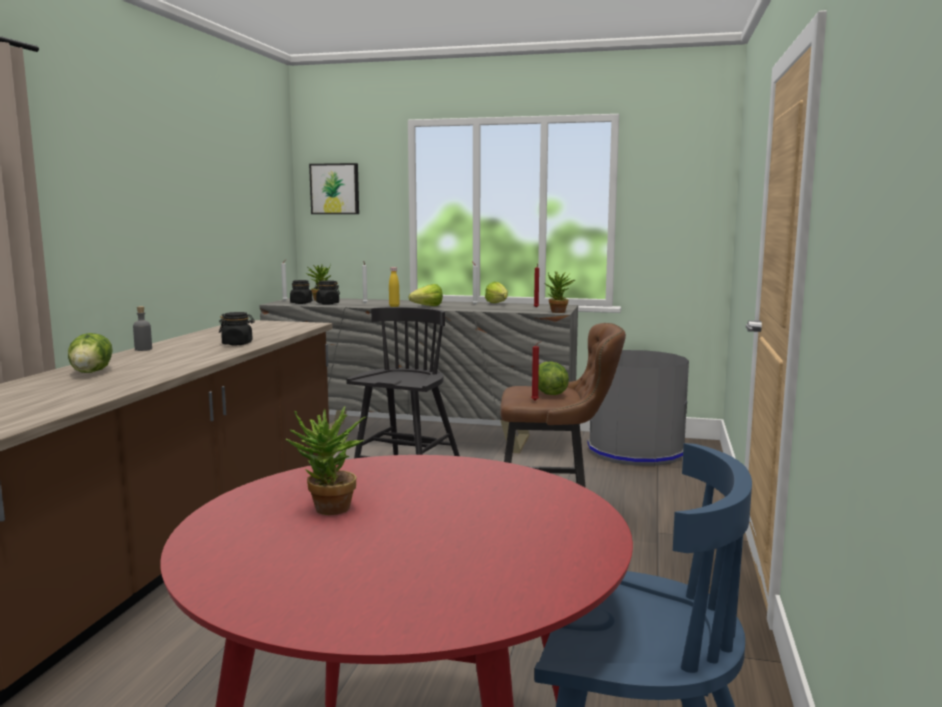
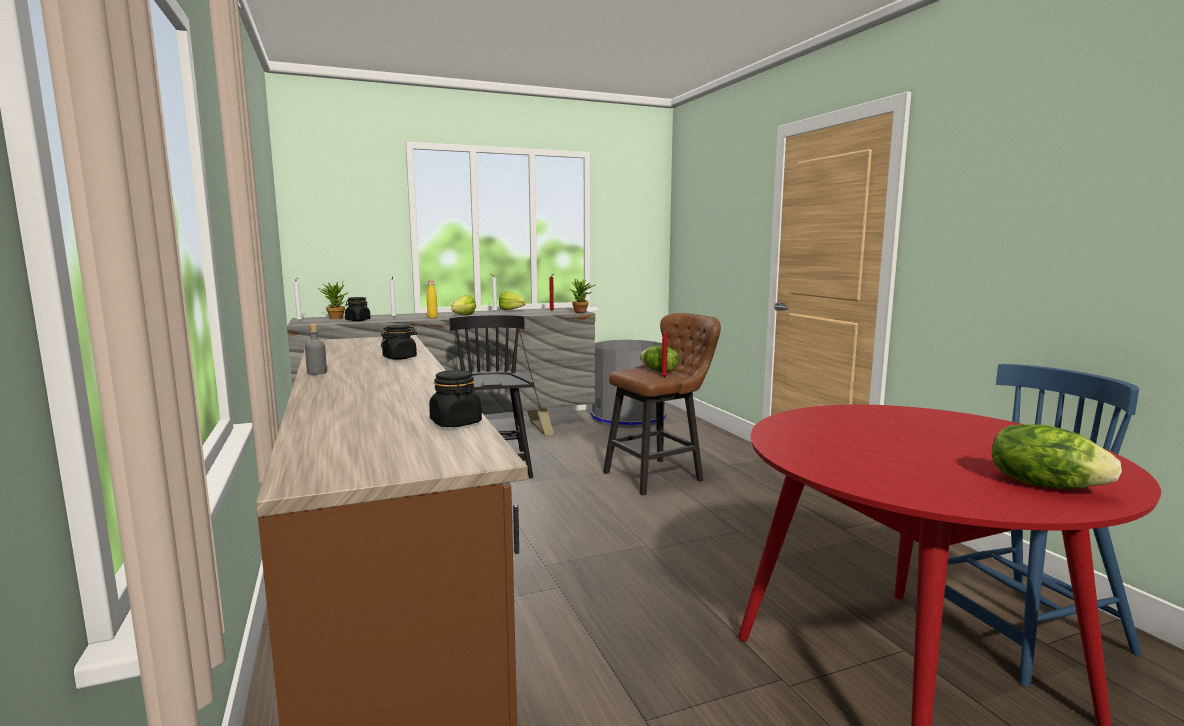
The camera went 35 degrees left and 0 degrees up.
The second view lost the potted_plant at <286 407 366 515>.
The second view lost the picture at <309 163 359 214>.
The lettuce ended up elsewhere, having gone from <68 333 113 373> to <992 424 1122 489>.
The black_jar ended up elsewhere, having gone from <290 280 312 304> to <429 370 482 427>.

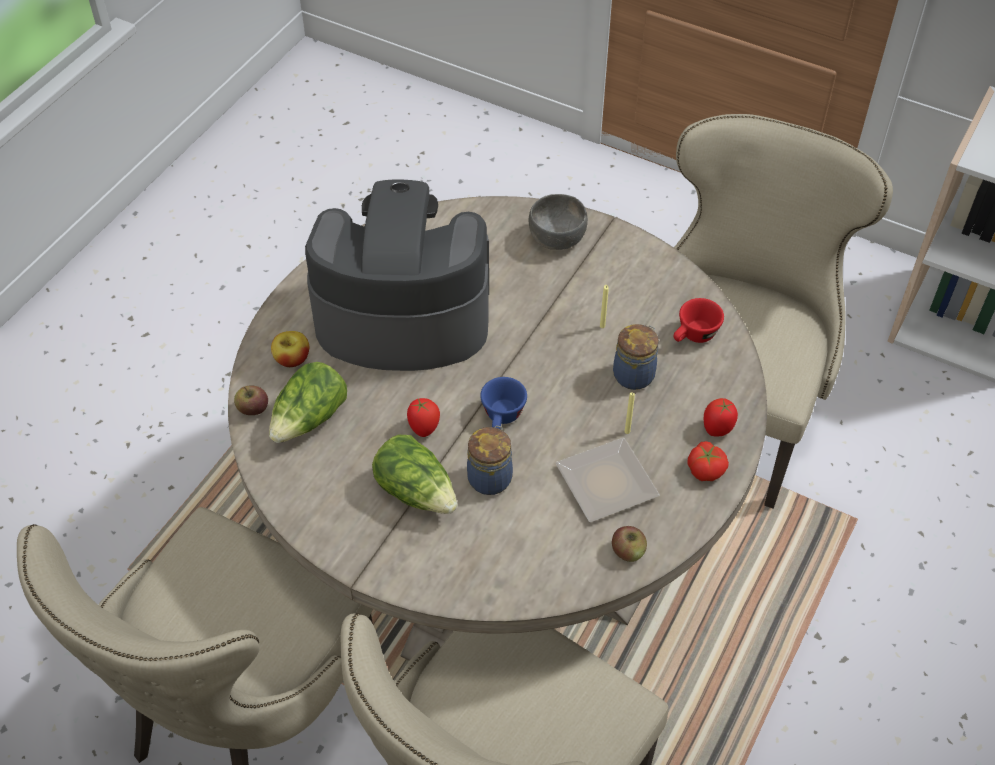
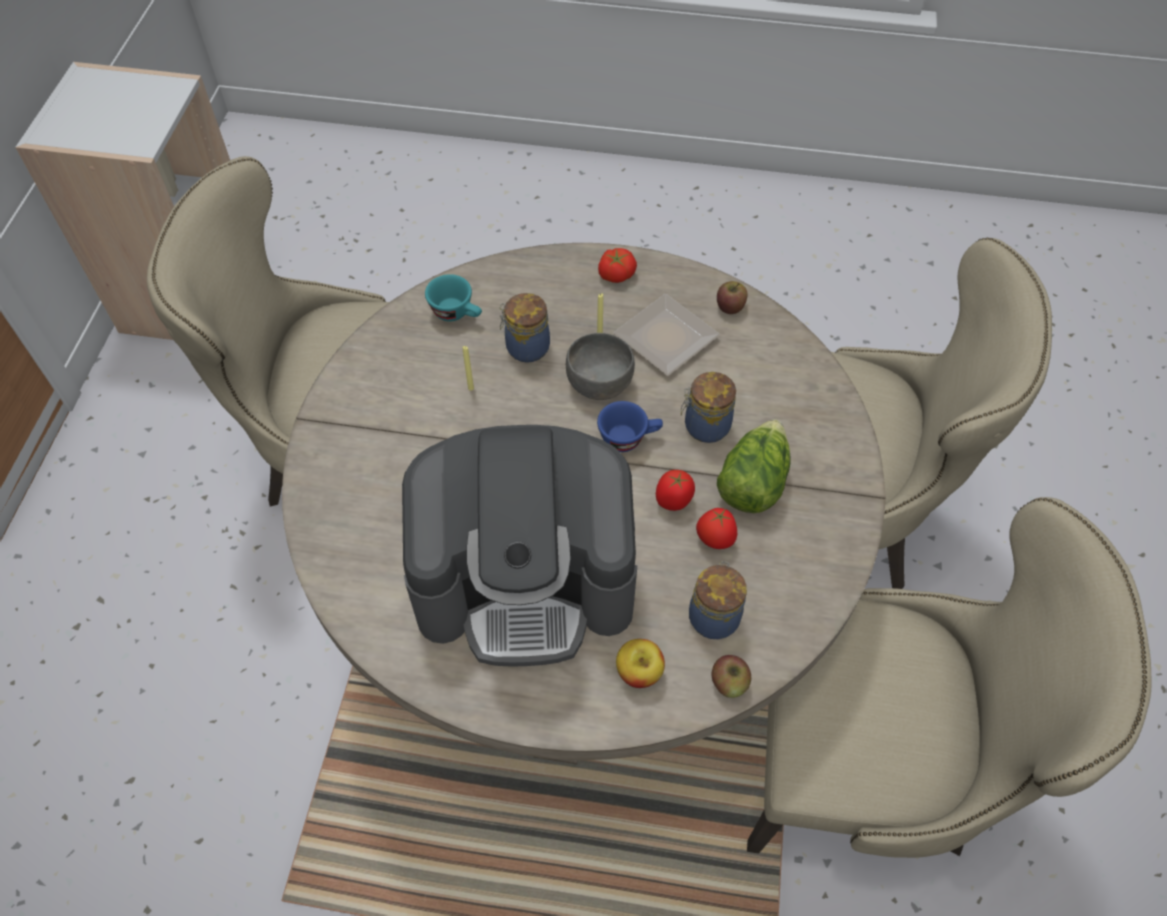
The camera went 110 degrees left and 5 degrees up.
The grey_bowl ended up elsewhere, having gone from <529 194 588 250> to <566 333 635 400>.
The tomato ended up elsewhere, having gone from <704 398 738 437> to <696 508 737 549>.
Where the lettuce stood at <269 362 347 443>, the jar came to stand at <689 561 747 639>.
What was the red_cup at <673 298 724 343> turned into the turquoise_cup at <425 274 482 321>.
The coffee_machine at <305 180 489 371> ended up facing another way, 75 degrees counterclockwise from before.

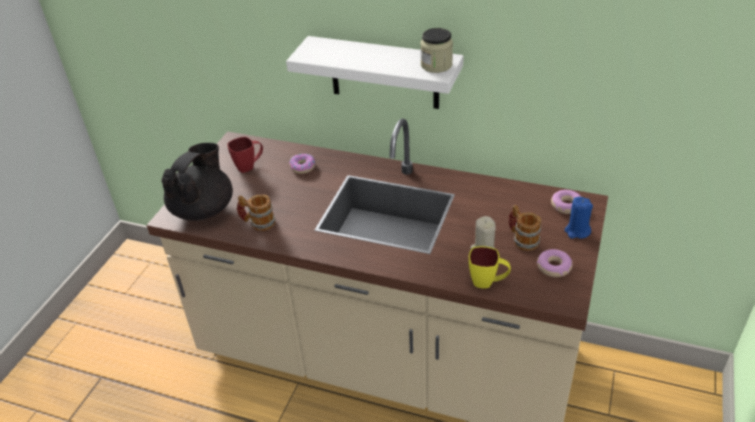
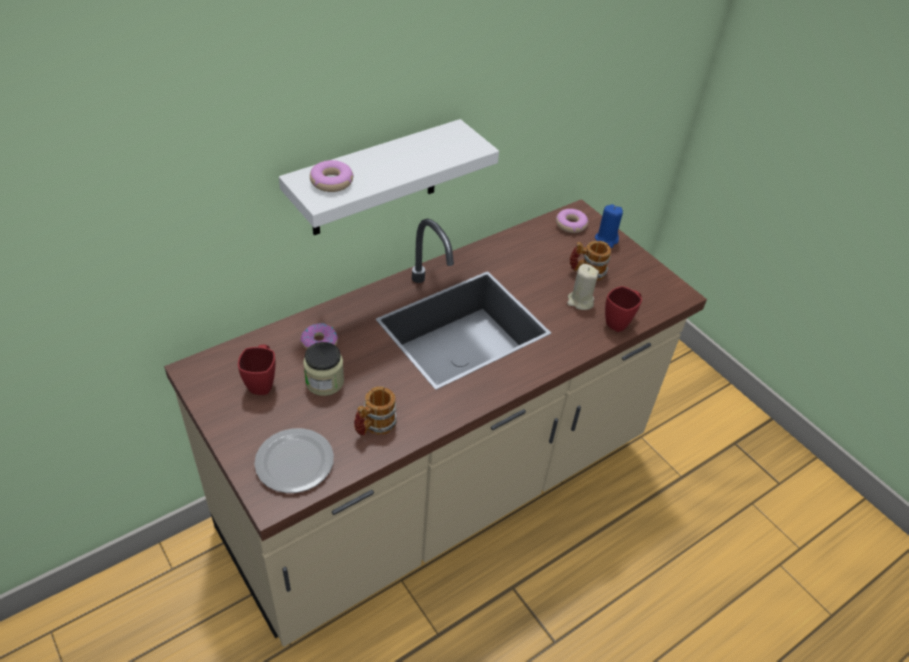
The camera went 60 degrees left and 5 degrees up.
The jar ended up elsewhere, having gone from <420 28 453 73> to <303 342 344 396>.
The donut ended up elsewhere, having gone from <537 249 573 277> to <310 160 353 192>.
Where the black_teapot stood at <161 143 233 221>, the plate came to stand at <254 428 334 493>.
What was the yellow_mug at <469 246 511 288> turned into the red_mug at <605 286 642 332>.

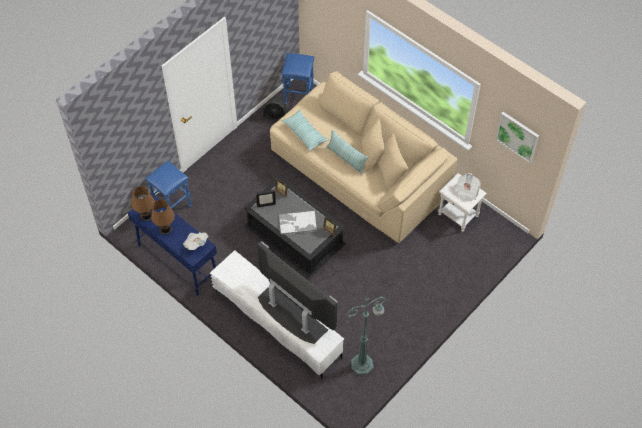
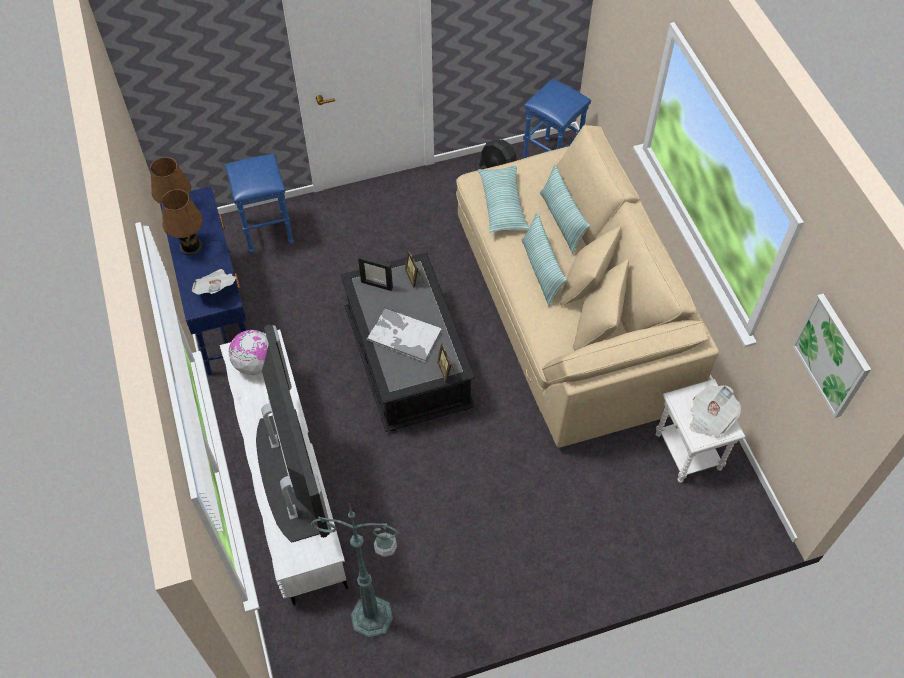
The camera went 30 degrees right and 0 degrees up.
The second view gained the globe at <228 330 269 375>.
The second view gained the pillow at <540 164 590 254>.

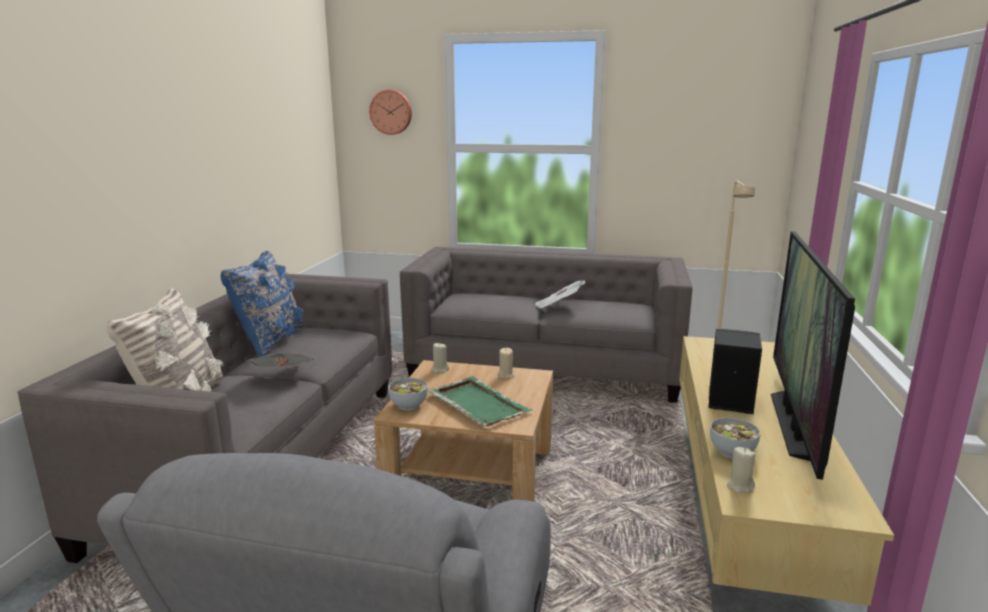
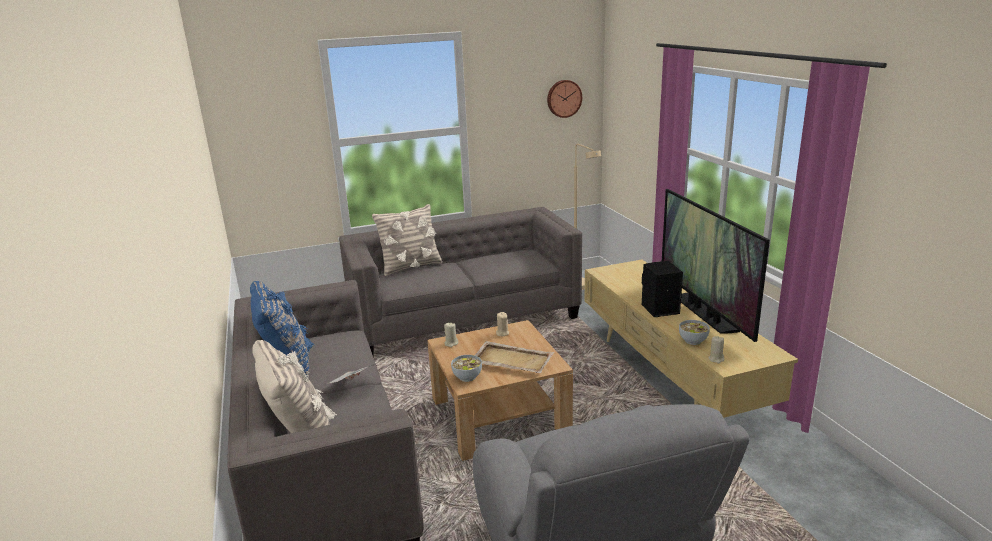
The camera went 30 degrees left and 5 degrees up.
The second view lost the newspaper at <535 280 585 309>.
The second view gained the beige_pillow at <372 204 442 276>.
The wall_clock ended up elsewhere, having gone from <369 90 412 135> to <547 80 582 118>.
What was the green_tray at <428 376 533 426> turned into the beige_tray at <475 341 554 373>.

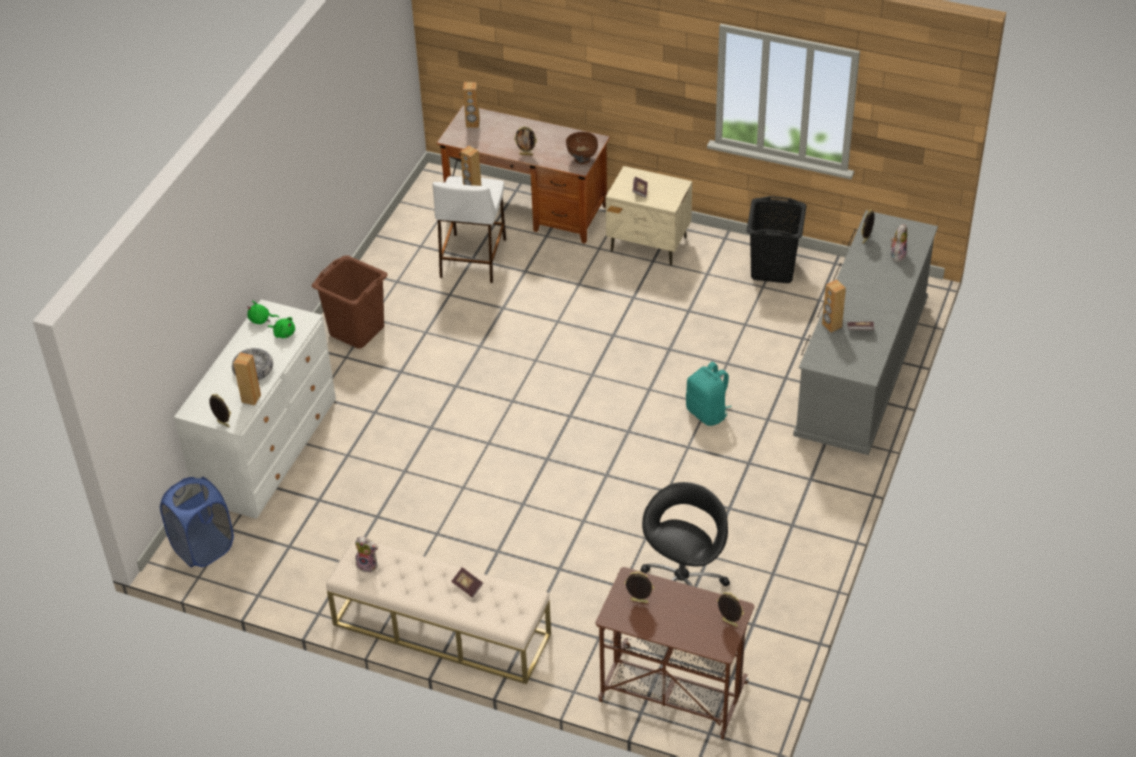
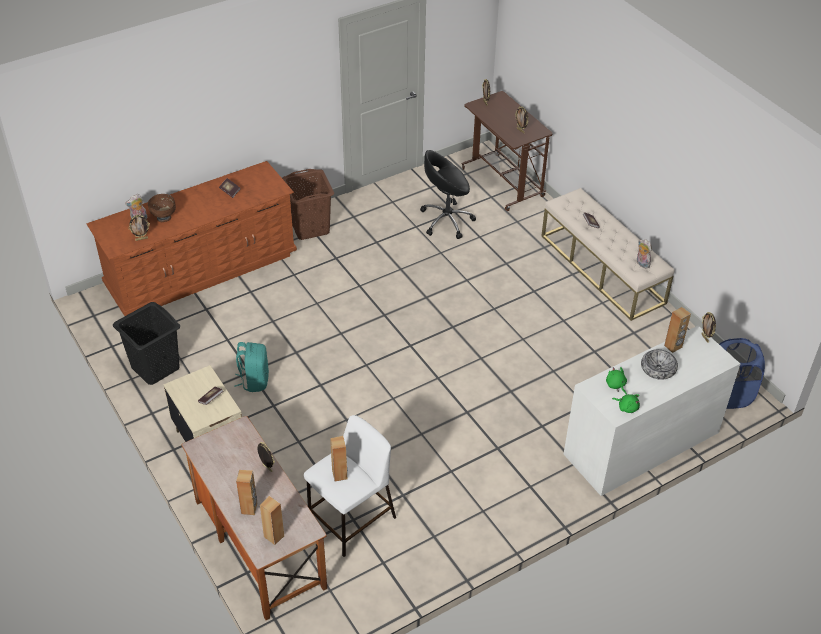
The camera went 145 degrees left and 0 degrees up.
The brown_laundry_basket ended up elsewhere, having gone from <312 255 388 349> to <282 169 334 240>.
The brown_bowl ended up elsewhere, having gone from <566 132 598 164> to <148 194 176 222>.
The turquoise_backpack ended up elsewhere, having gone from <686 361 732 426> to <234 342 269 392>.
The brown_speaker ended up elsewhere, having gone from <822 280 846 333> to <236 470 257 515>.
What was the grey_dresser at <793 210 938 455> turned into the brown_dresser at <87 161 297 316>.

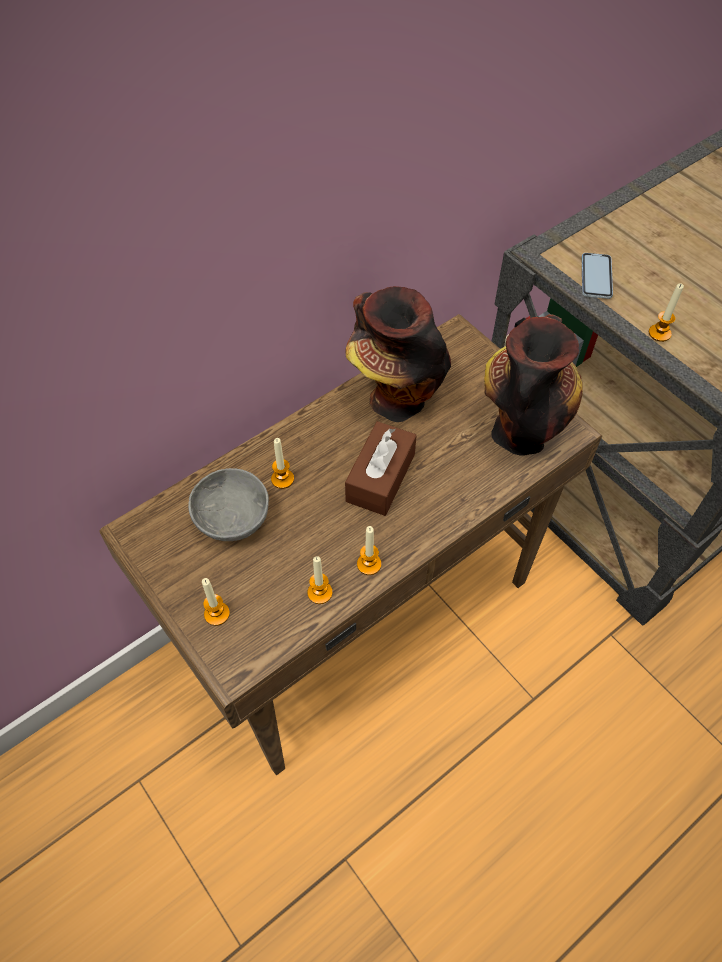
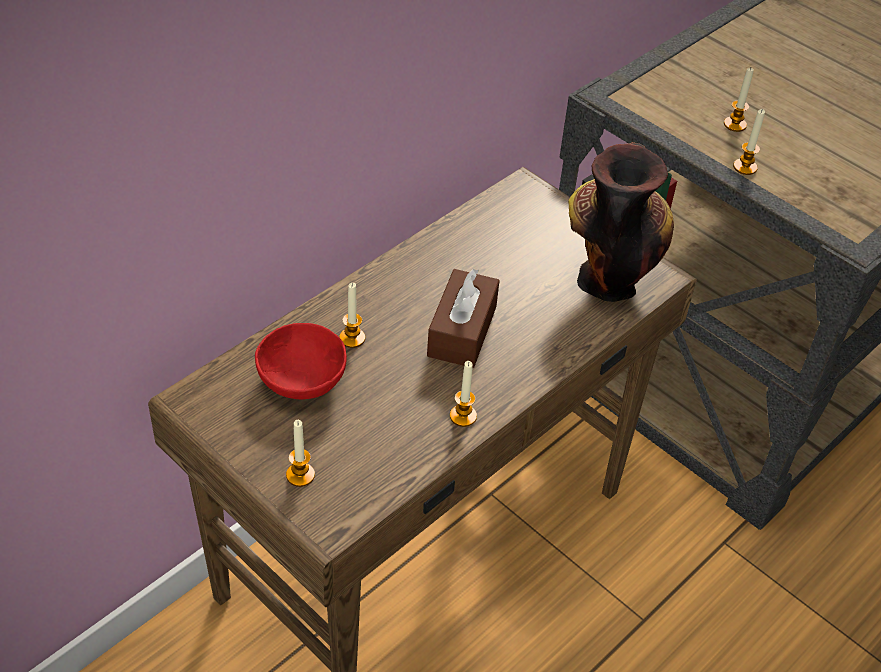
The camera went 10 degrees left and 10 degrees down.
The second view lost the vase at <346 286 451 422>.
The second view lost the phone at <582 253 613 299>.
The candle ended up elsewhere, having gone from <307 556 332 604> to <724 68 754 132>.
What was the grey_bowl at <188 468 269 541> turned into the red_bowl at <255 323 347 399>.

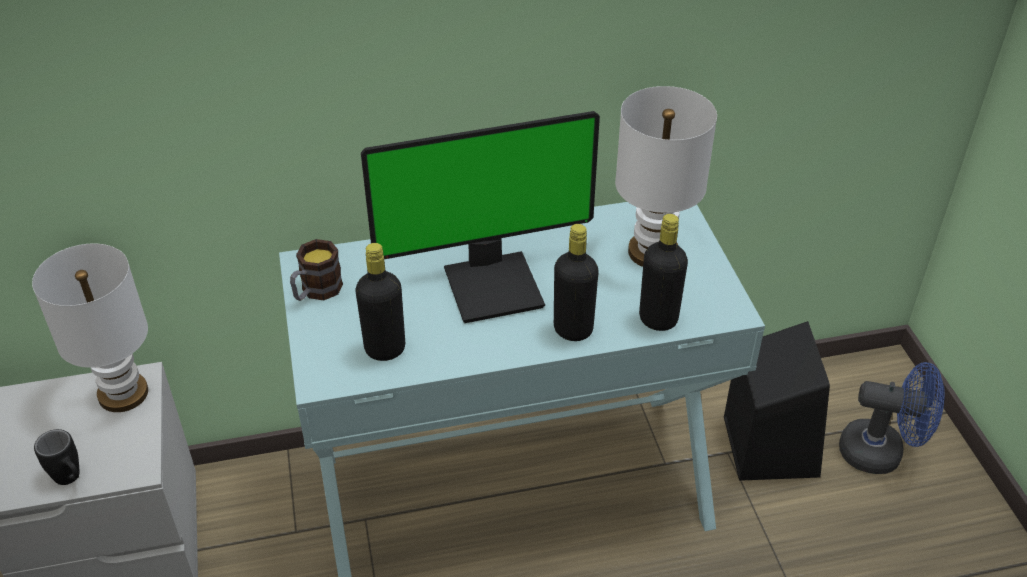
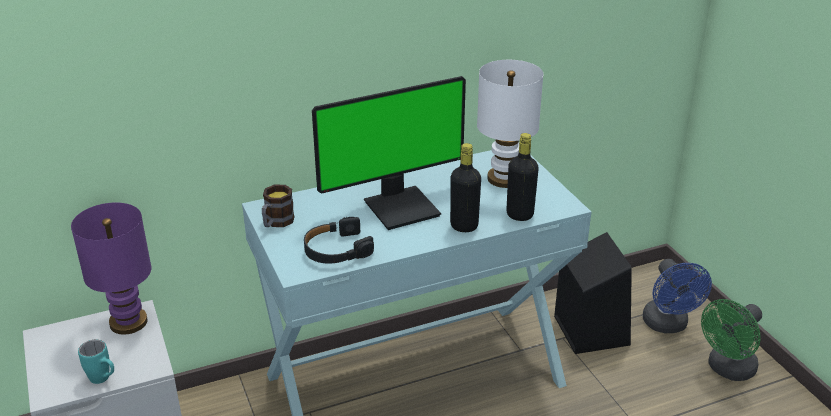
The camera went 10 degrees left and 10 degrees down.
The second view gained the green_fan at <701 299 762 381>.
Where the black_bottle stood at <355 243 405 361>, the black_headphones came to stand at <304 217 374 263>.
What was the white_table_lamp at <32 244 148 412> turned into the purple_table_lamp at <71 203 152 335>.
What was the black_mug at <34 429 80 485> turned into the turquoise_mug at <78 339 114 384>.
The blue_fan at <839 362 945 474> ended up facing another way, 75 degrees clockwise from before.

